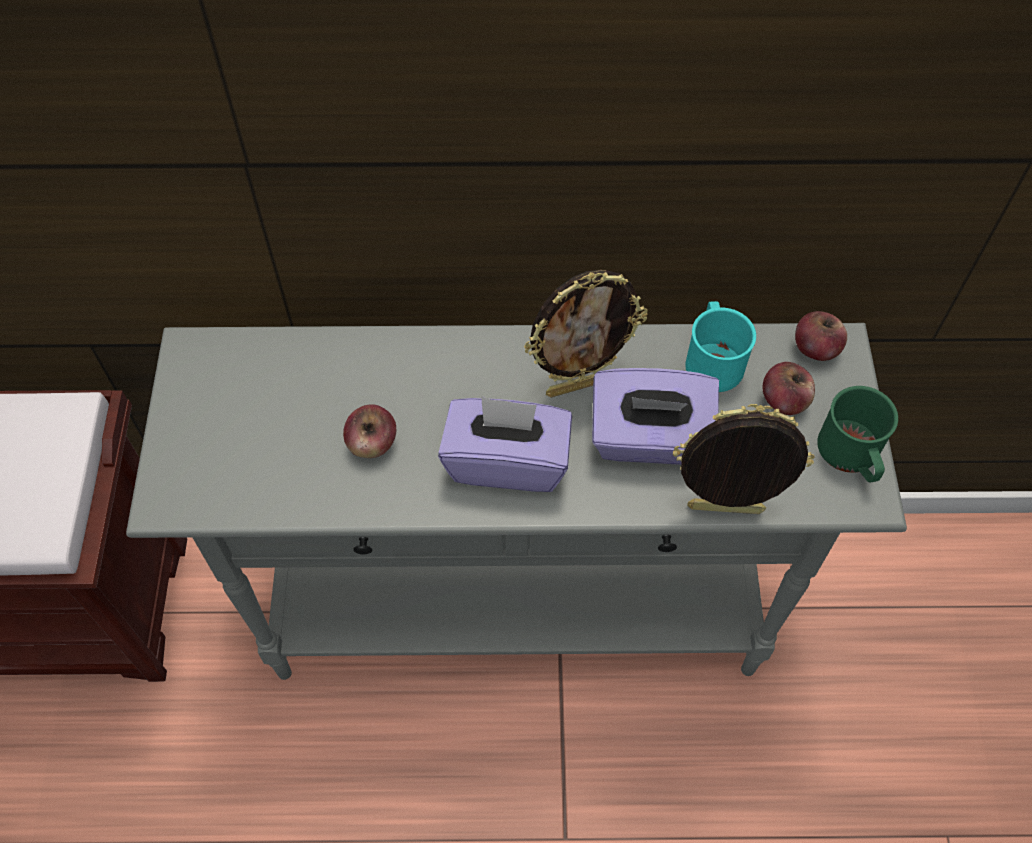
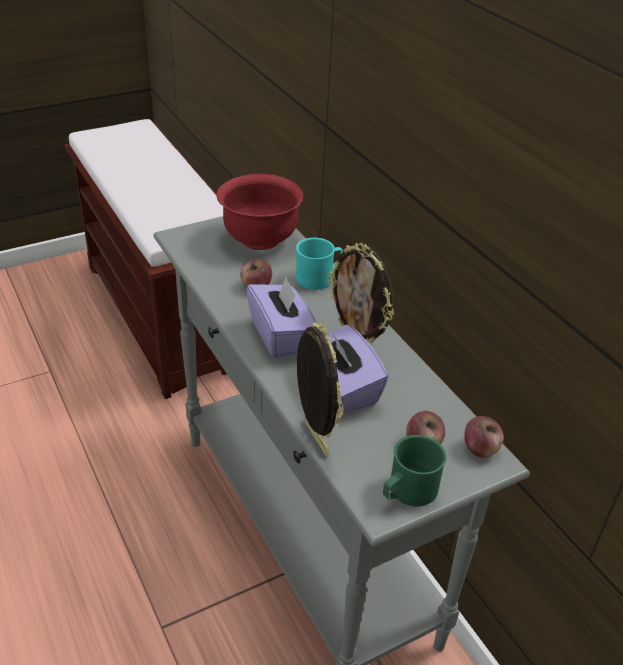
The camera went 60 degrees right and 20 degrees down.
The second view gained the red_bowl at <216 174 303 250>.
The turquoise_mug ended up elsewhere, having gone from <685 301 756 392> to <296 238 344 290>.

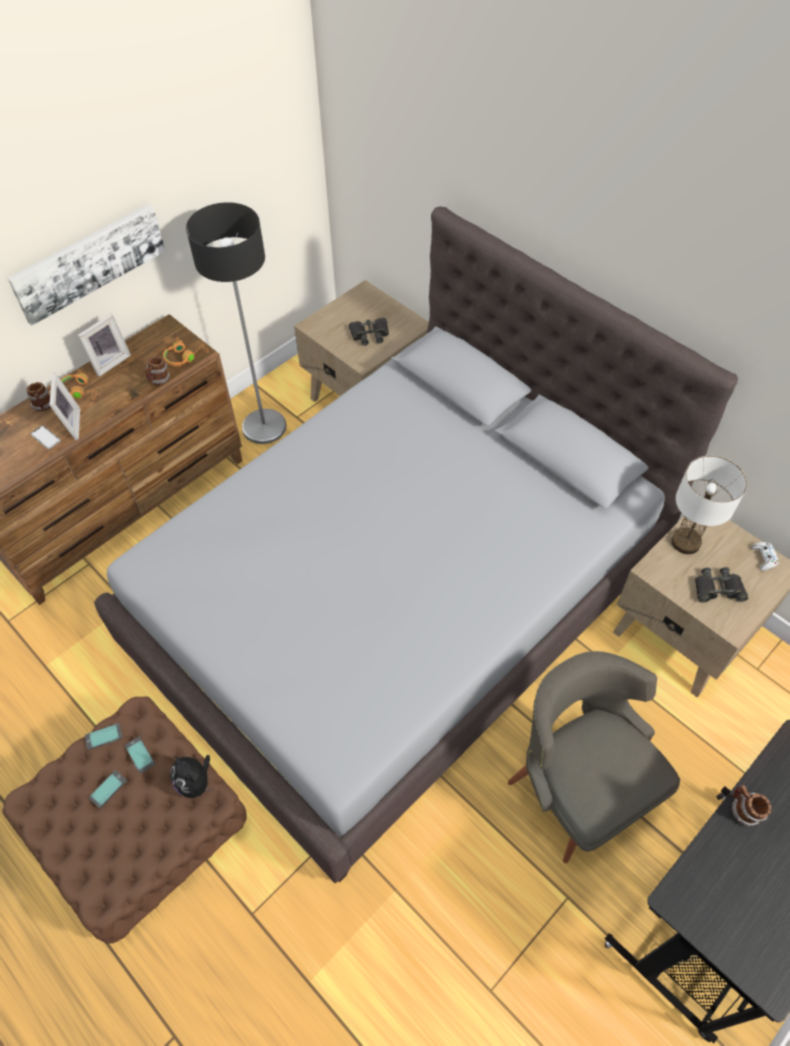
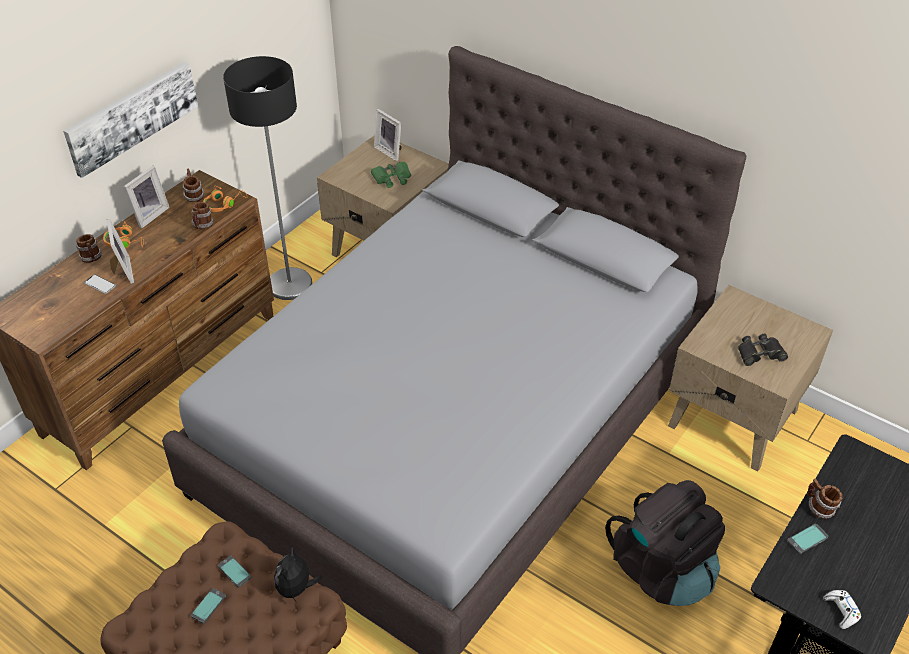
The camera went 10 degrees left and 10 degrees down.
The second view lost the table_lamp at <671 456 747 554>.
The second view gained the mug at <182 168 205 202>.
The second view gained the picture_frame at <374 109 402 161>.
The phone ended up elsewhere, having gone from <85 723 122 750> to <787 524 828 554>.
The white_game_controller ended up elsewhere, having gone from <751 542 779 571> to <823 590 861 629>.
Where the grey_chair stood at <508 651 680 863>, the black_backpack came to stand at <605 480 725 606>.
What was the black_binoculars at <349 318 389 346> turned into the green_binoculars at <371 162 411 188>.
The plush_toy at <170 755 213 798> ended up facing another way, 60 degrees clockwise from before.

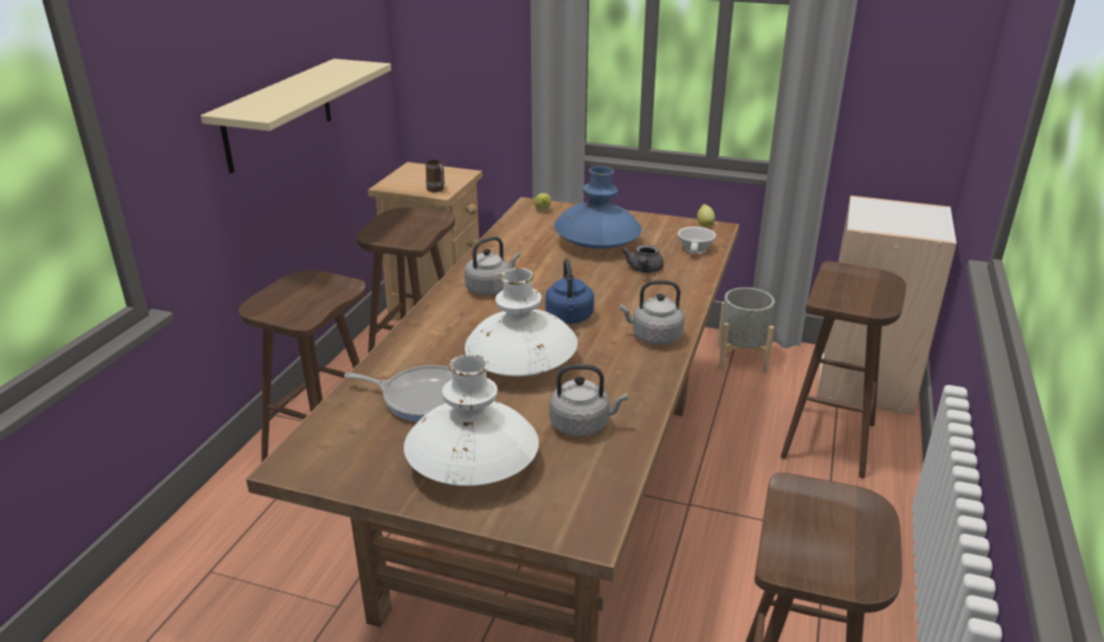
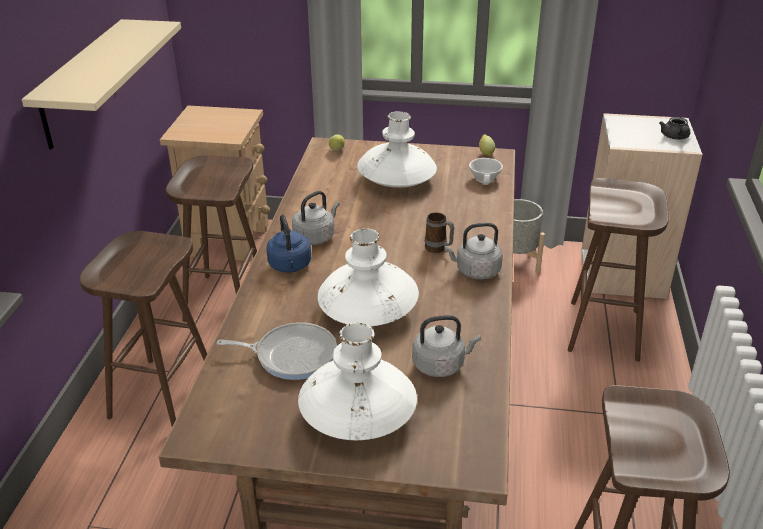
The camera went 10 degrees left and 5 degrees up.
The mug ended up elsewhere, having gone from <426 159 445 192> to <425 212 454 253>.
The blue_kettle ended up elsewhere, having gone from <546 259 594 324> to <267 214 312 273>.
The grey_teapot ended up elsewhere, having gone from <622 245 664 273> to <659 117 690 140>.
What was the blue_vase at <554 166 642 249> turned into the white_vase at <357 111 437 188>.

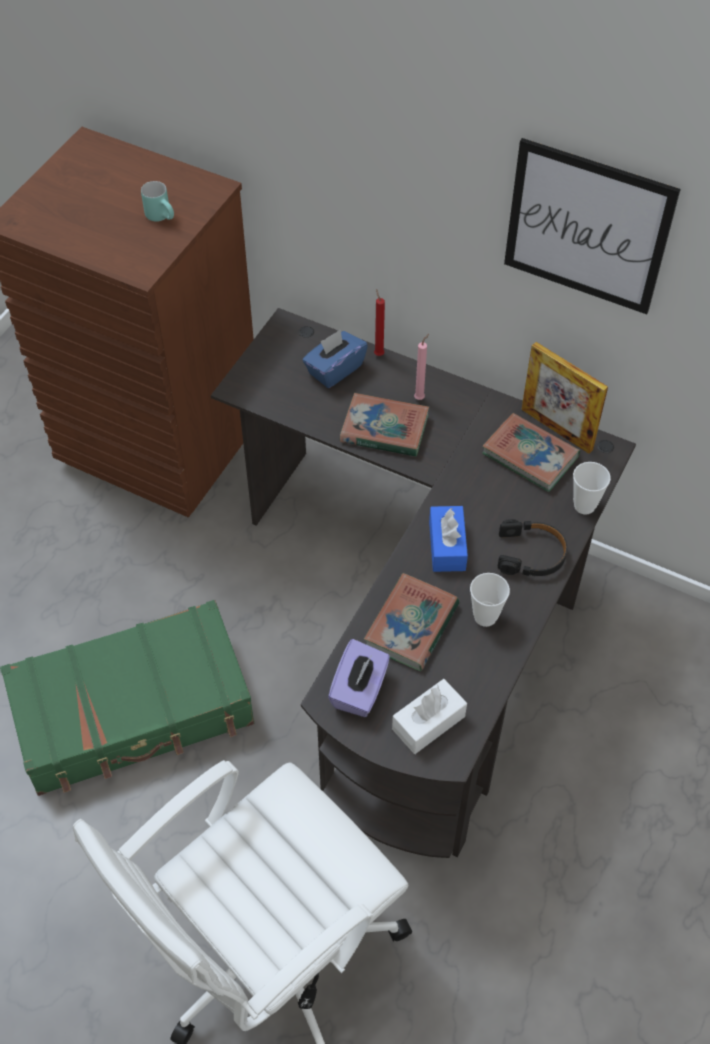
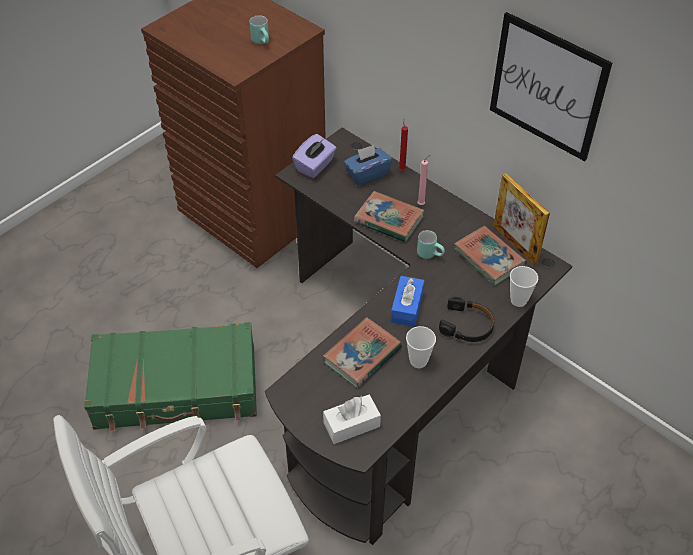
The camera went 15 degrees right and 5 degrees down.
The second view gained the turquoise_mug at <417 230 445 259>.
The purple_tissue_box ended up elsewhere, having gone from <328 639 390 717> to <292 134 336 178>.

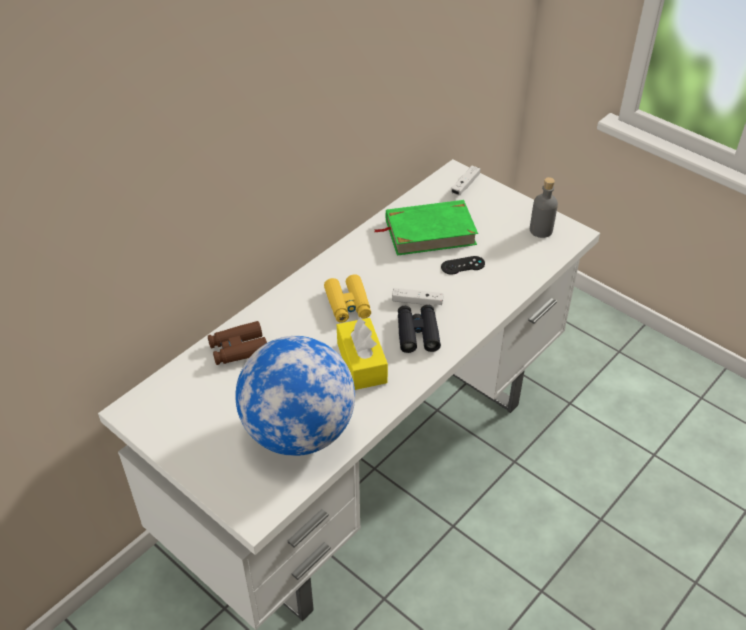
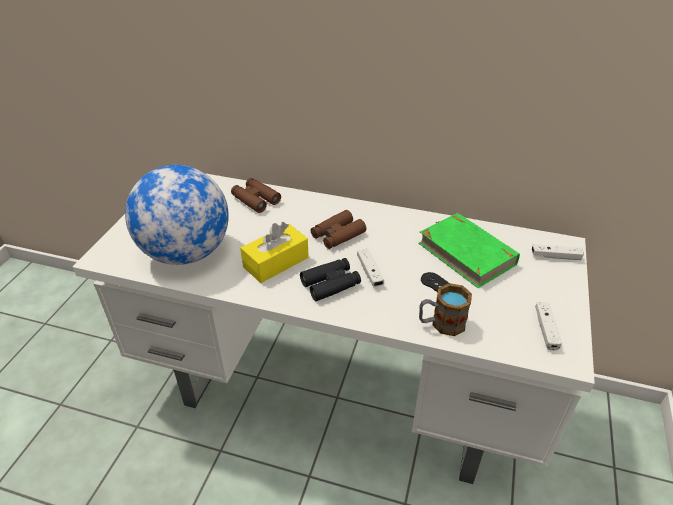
The camera went 65 degrees right and 5 degrees down.
The second view gained the mug at <419 283 472 336>.
Where the grey_bottle stood at <530 177 558 238>, the white_game_controller came to stand at <535 302 562 350>.
What was the yellow_binoculars at <324 274 371 323> turned into the brown_binoculars at <311 210 366 249>.

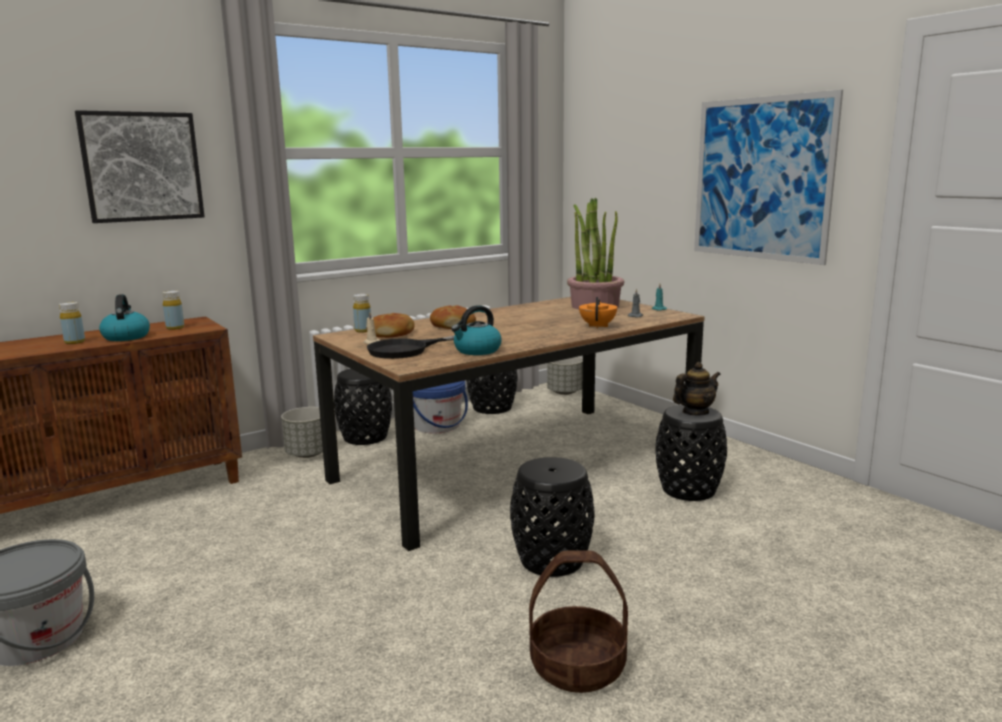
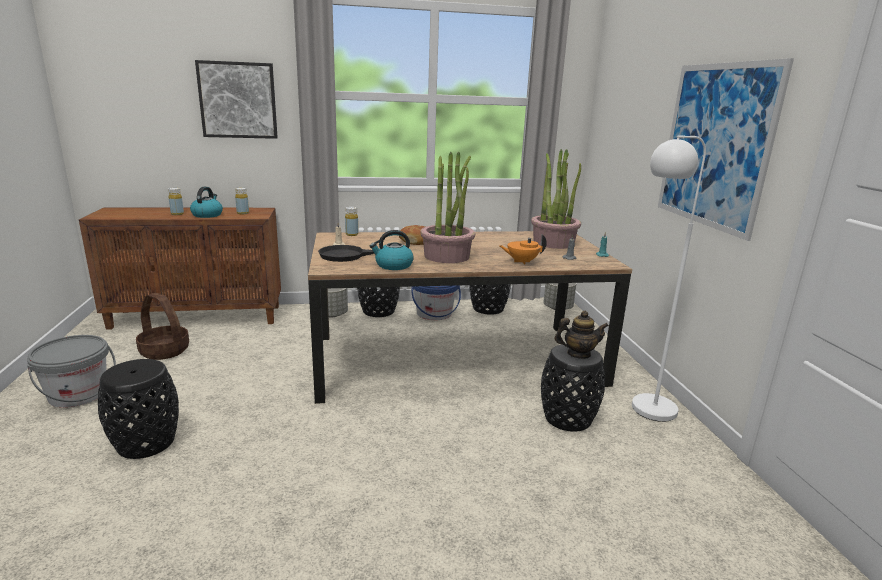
The camera went 25 degrees right and 5 degrees up.
The second view lost the bread at <366 313 415 338>.
The second view gained the potted_plant at <420 152 475 263>.
The second view gained the white_floor_lamp at <632 136 706 422>.
The black_stool ended up elsewhere, having gone from <510 457 595 577> to <98 359 179 459>.
The basket ended up elsewhere, having gone from <529 551 628 693> to <136 293 189 360>.
The orange_teapot at <579 297 617 328> ended up facing another way, 135 degrees counterclockwise from before.

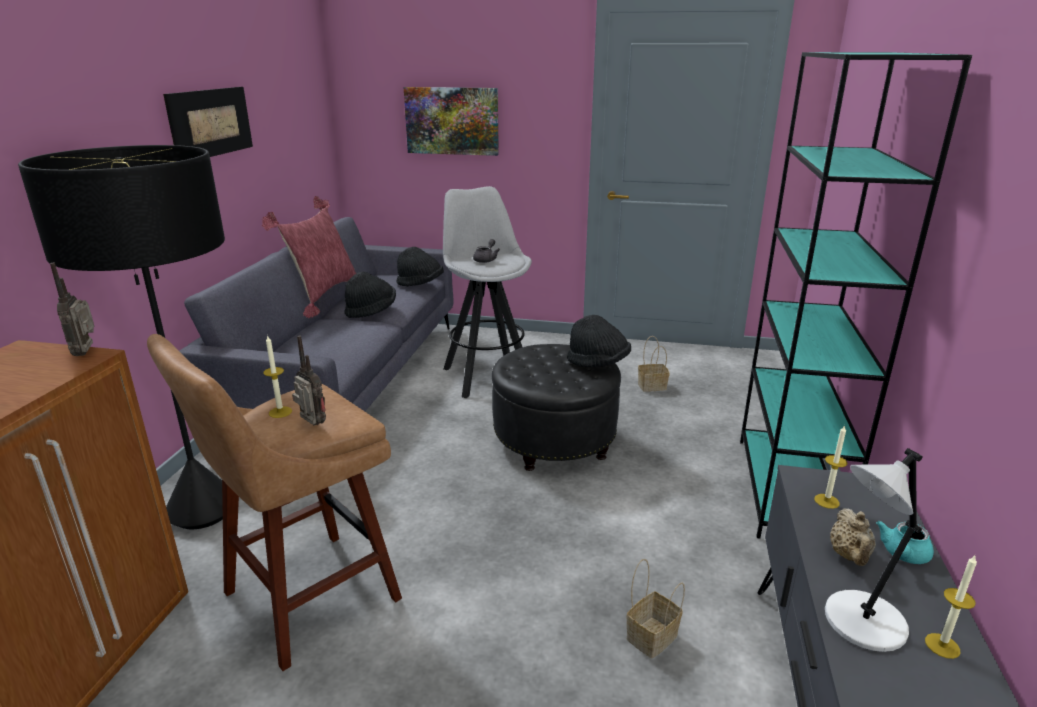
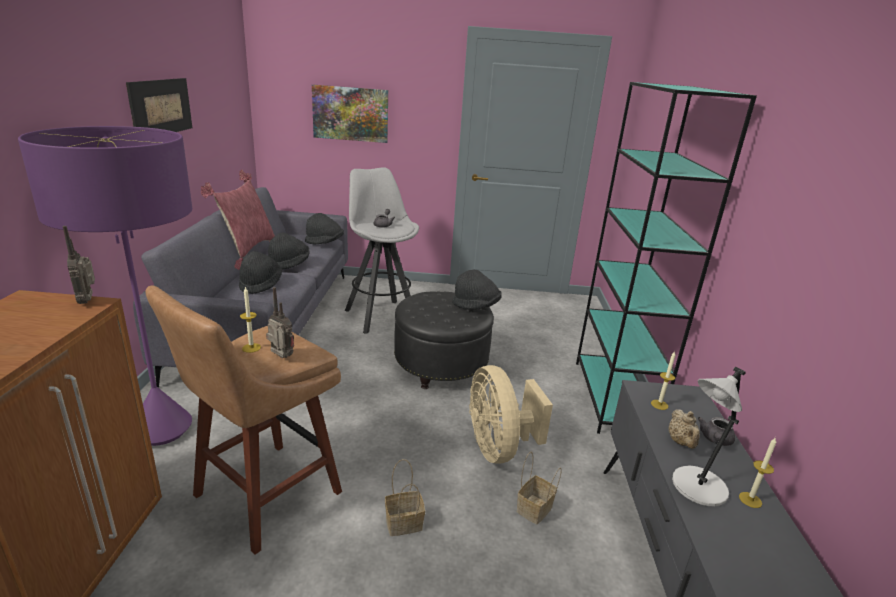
The camera went 10 degrees left and 0 degrees up.
The second view gained the black_hat at <239 251 282 294>.
The second view gained the beige_fan at <469 365 553 464>.
The basket ended up elsewhere, having gone from <638 336 670 392> to <385 459 425 536>.
What was the black_floor_lamp at <18 145 225 529> turned into the purple_floor_lamp at <18 126 192 446>.
What was the turquoise_teapot at <876 521 934 564> turned into the grey_teapot at <698 417 735 446>.

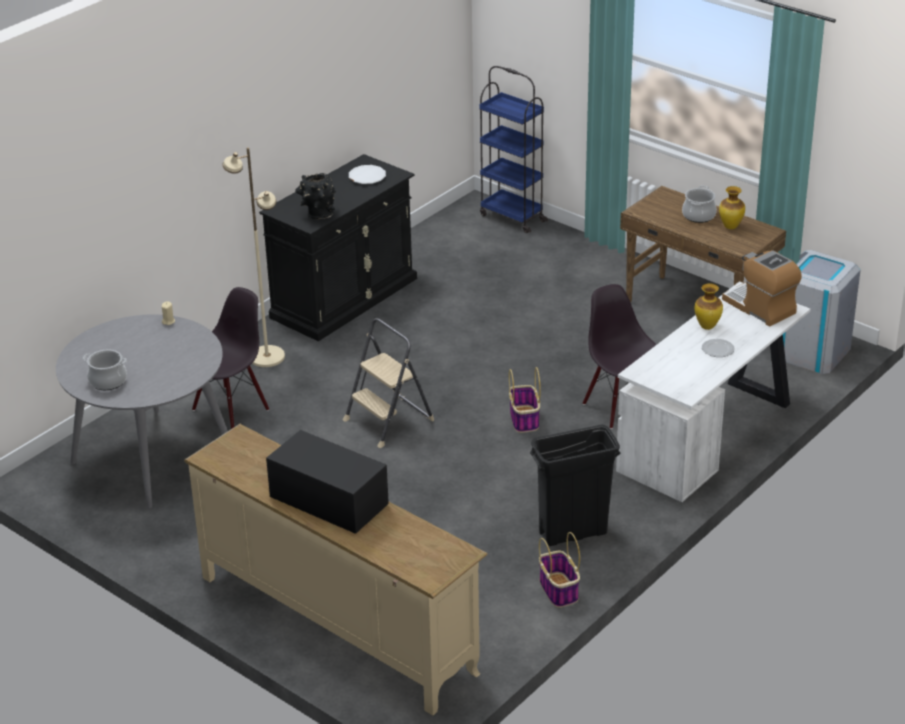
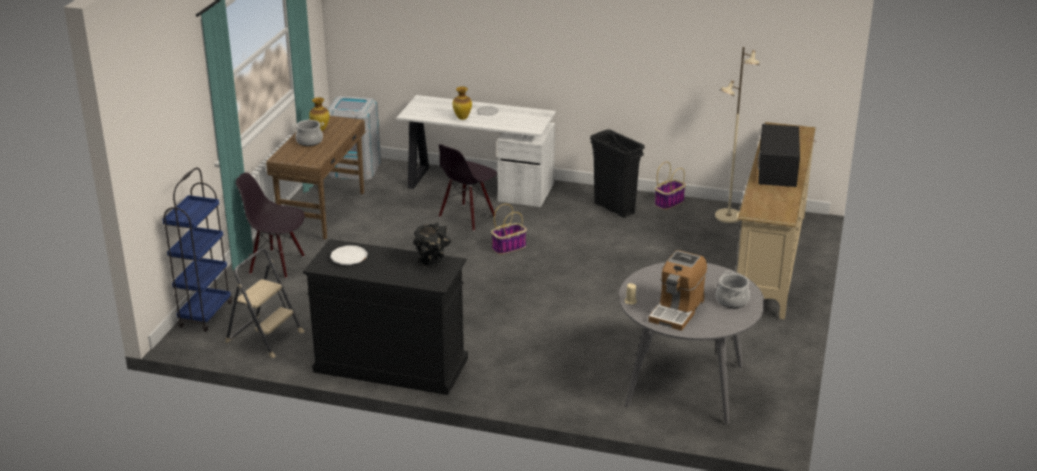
The camera went 115 degrees left and 5 degrees down.
The black_chair ended up elsewhere, having gone from <192 287 269 429> to <236 173 305 278>.
The beige_floor_lamp ended up elsewhere, having gone from <222 147 285 367> to <715 47 759 223>.
The beige_step_ladder ended up elsewhere, having gone from <342 318 434 448> to <225 248 304 358>.
The coffee_machine ended up elsewhere, having gone from <722 250 802 327> to <649 250 707 331>.

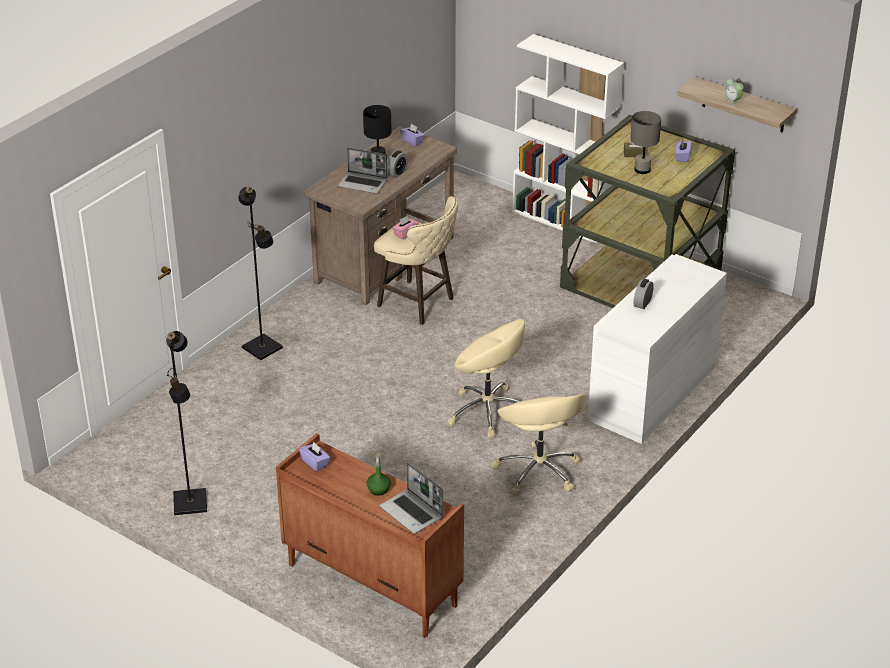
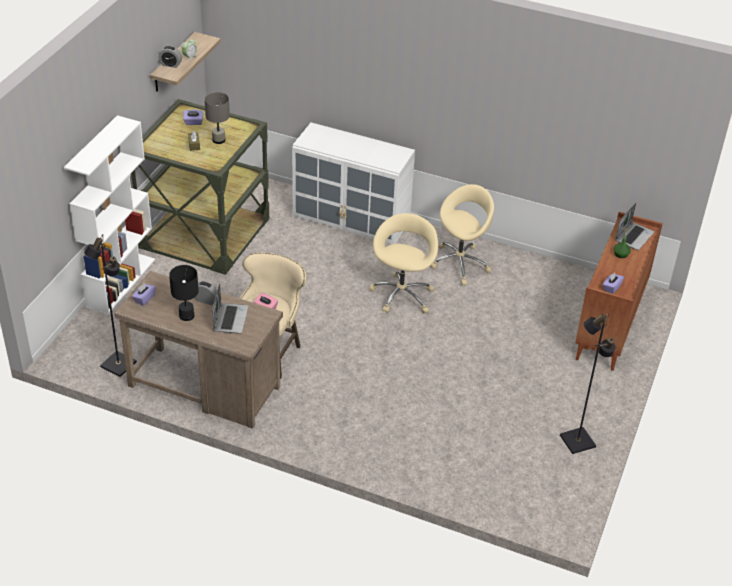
The camera went 105 degrees left and 5 degrees up.
The black_floor_lamp ended up elsewhere, having gone from <238 186 283 360> to <84 234 137 377>.
The alarm_clock ended up elsewhere, having gone from <634 279 654 309> to <159 46 182 68>.

